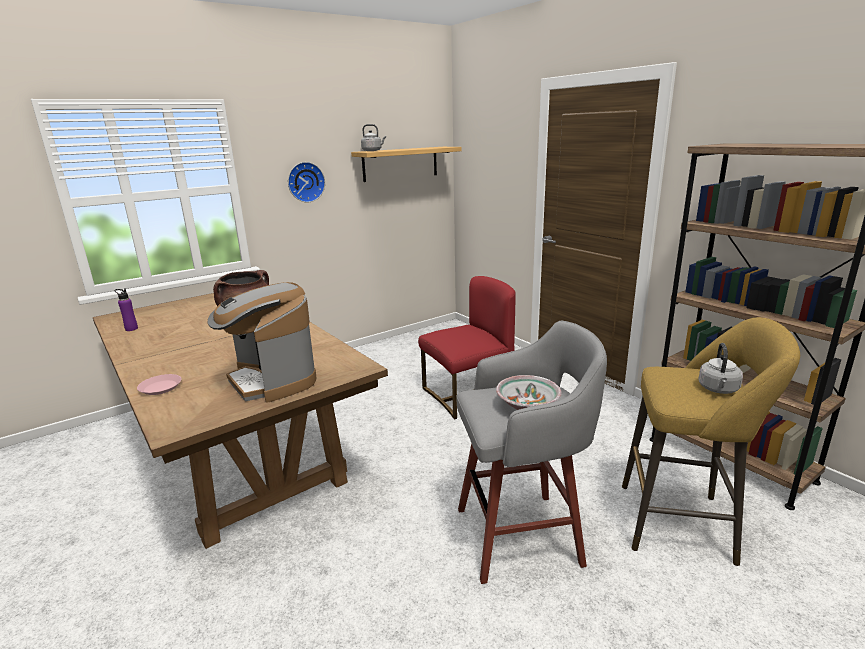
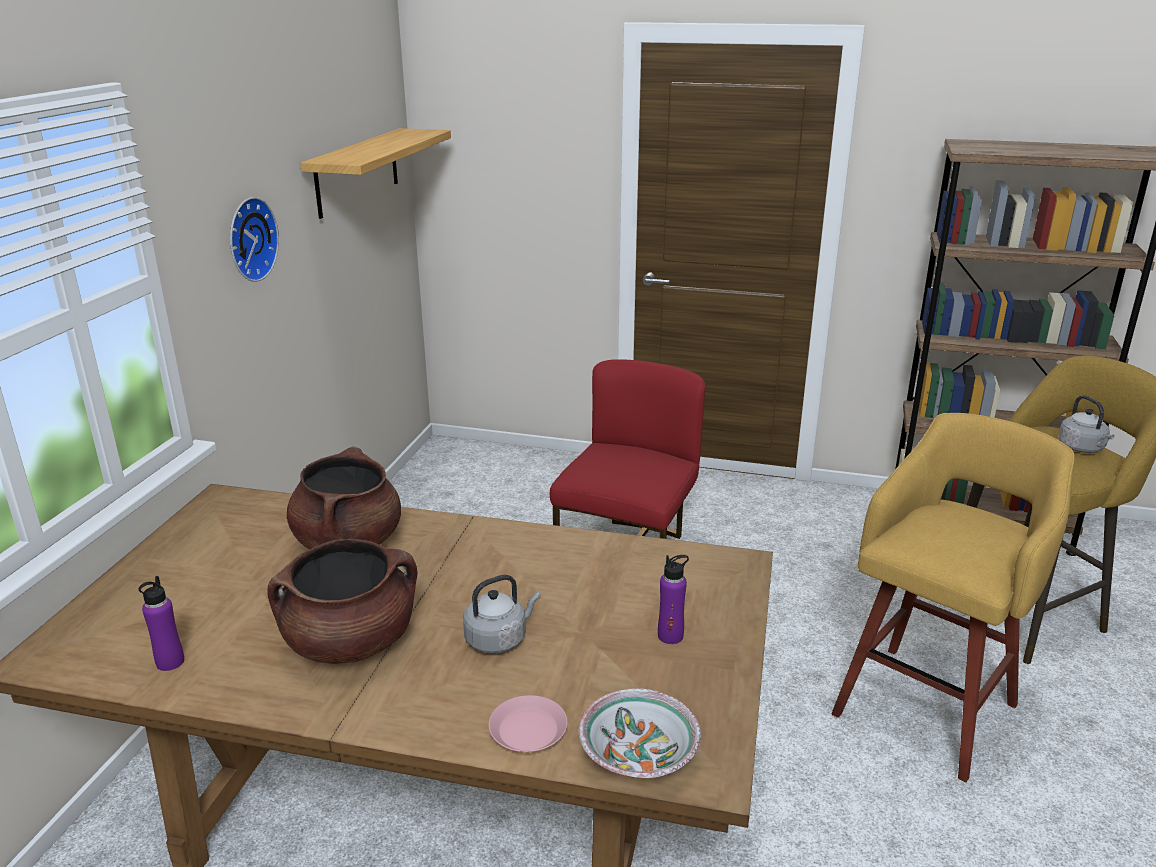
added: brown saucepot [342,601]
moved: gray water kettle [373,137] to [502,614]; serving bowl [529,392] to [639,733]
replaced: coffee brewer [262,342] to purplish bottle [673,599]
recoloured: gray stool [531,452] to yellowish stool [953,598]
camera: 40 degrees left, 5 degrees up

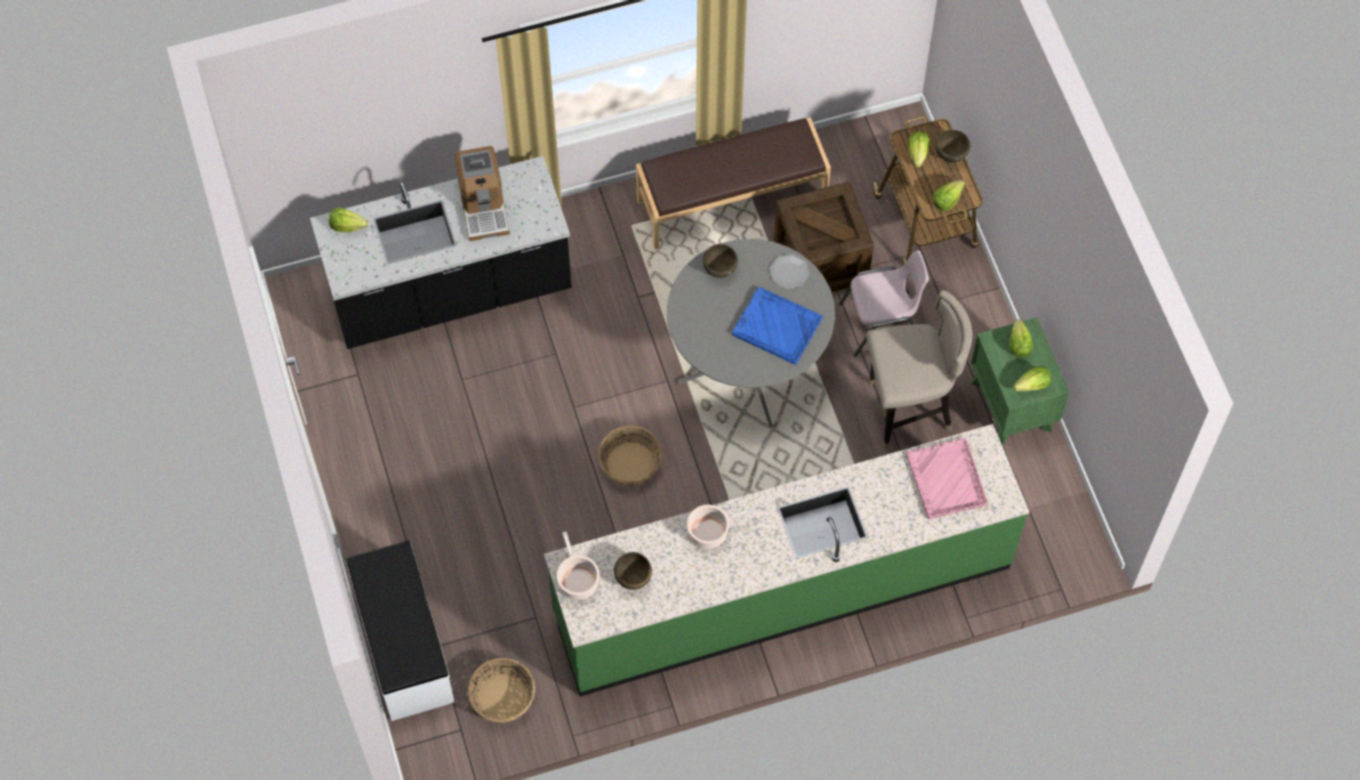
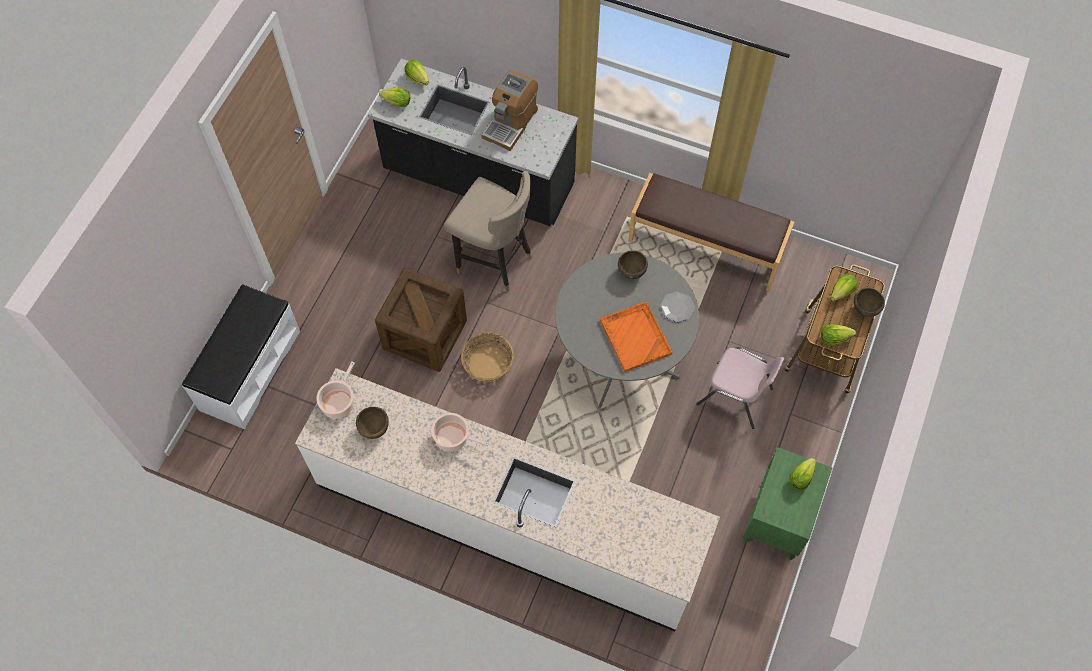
removed: storage basket [501,690]; pink tray [947,478]
moved: packing crate [824,237] to [421,320]; sand-coloured stool [919,369] to [488,231]; lettuce head [1032,378] to [395,97]
recoloured: greenish counter [787,560] to white counter [507,500]; bluish tray [777,326] to orange tray [636,337]
camera: 40 degrees right, 0 degrees up

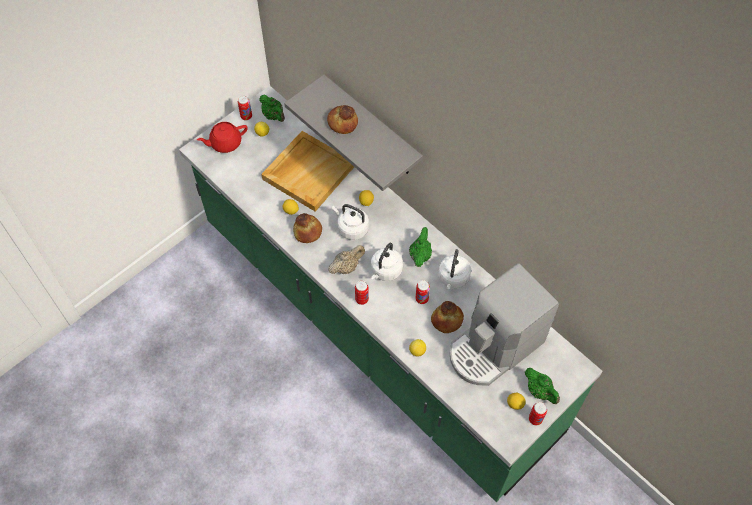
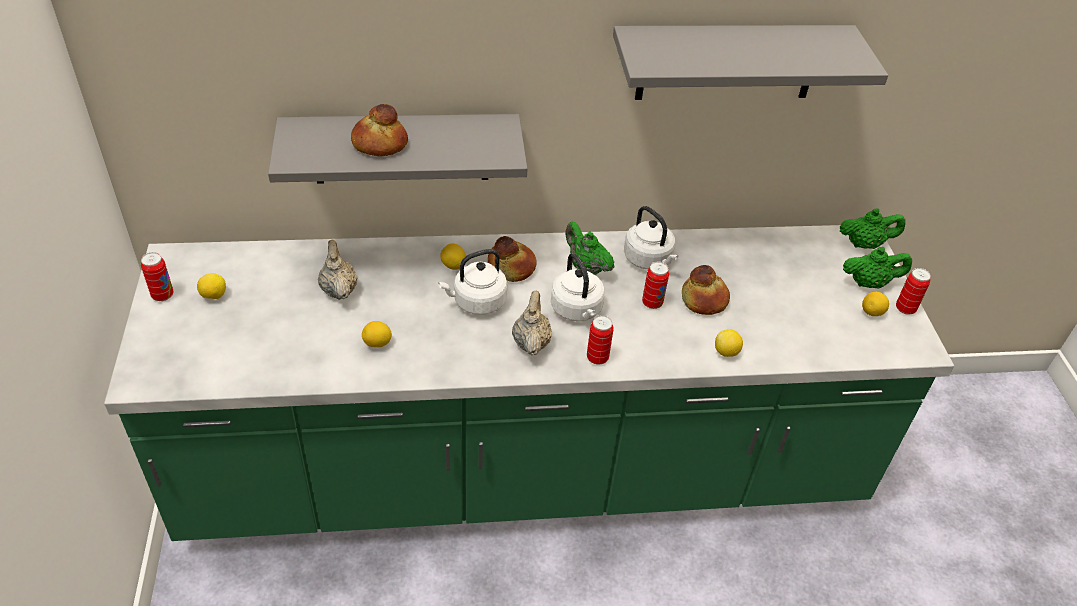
removed: red pot for tea [222,137]; coffee brewer [504,324]
added: gray shelf [750,62]
moved: greenish pot for tea [272,108] to [873,228]; bakery bread [307,228] to [512,259]
replaced: sand-coloured tray [307,171] to sand-coloured pot for tea [337,270]
camera: 55 degrees left, 15 degrees down

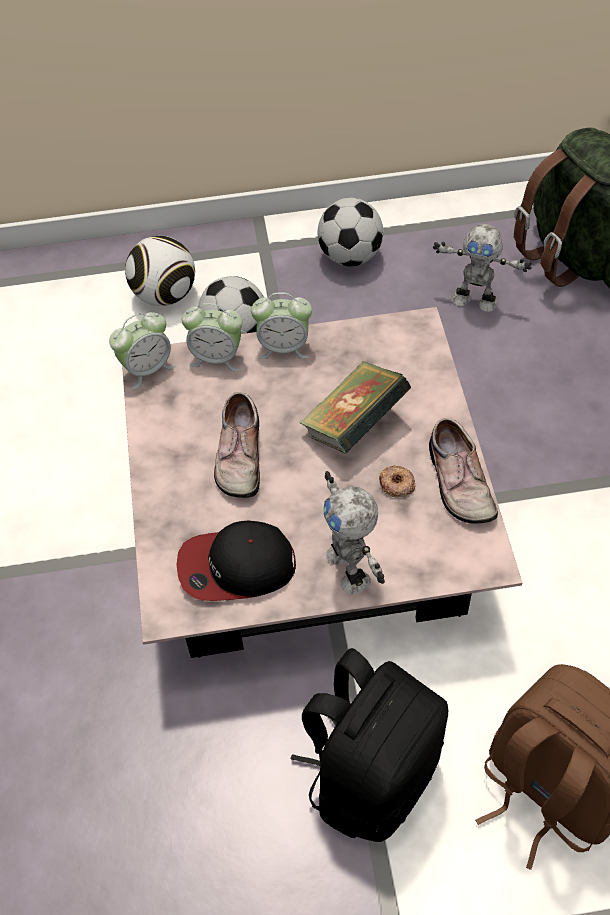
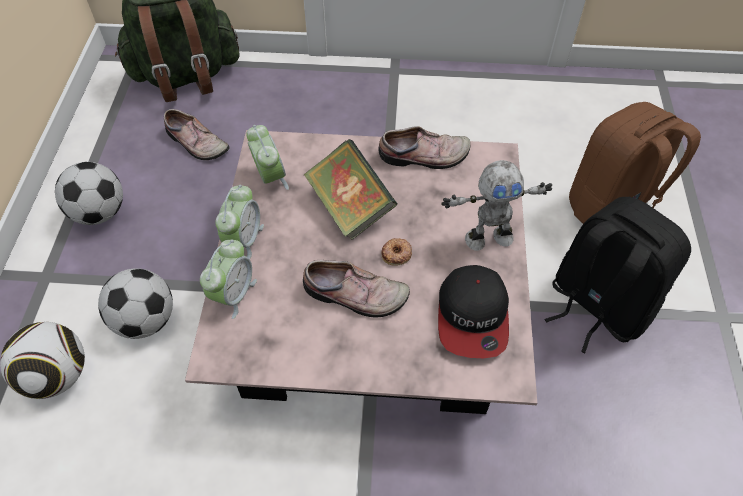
moved: alarm clock [142,350] to [267,157]; ring doughnut [397,481] to [397,252]
replaced: robot figure [482,268] to item of footwear [197,134]
camera: 80 degrees left, 0 degrees up

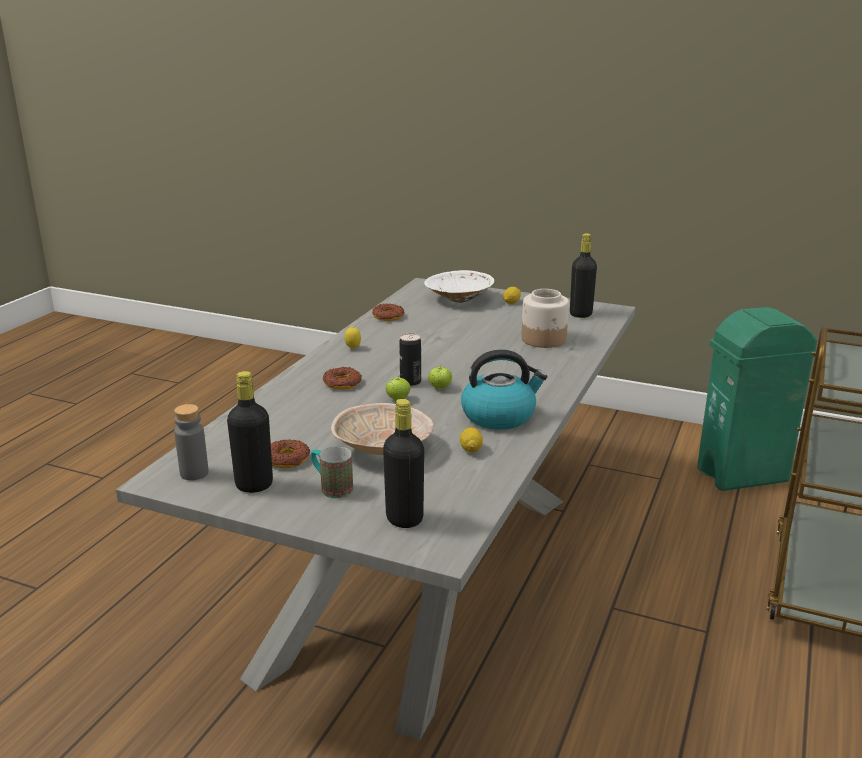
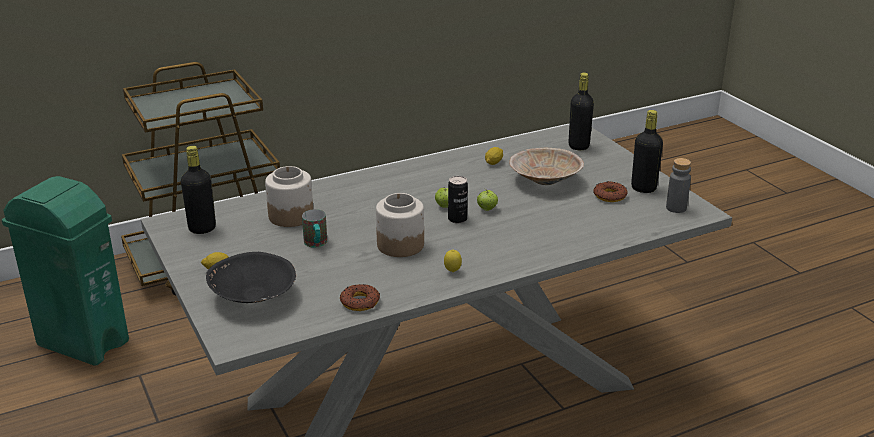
removed: ring doughnut [342,378]; water kettle [504,390]
added: storage jar [400,225]
moved: coffee mug [332,472] to [314,228]
recoloured: white serving bowl [459,286] to blackish serving bowl [251,277]
camera: 140 degrees left, 5 degrees up

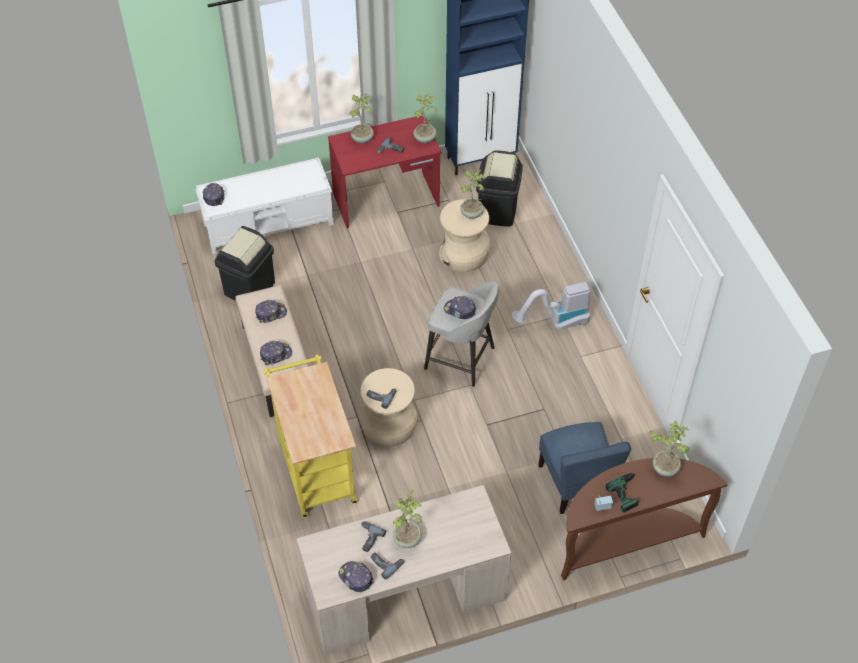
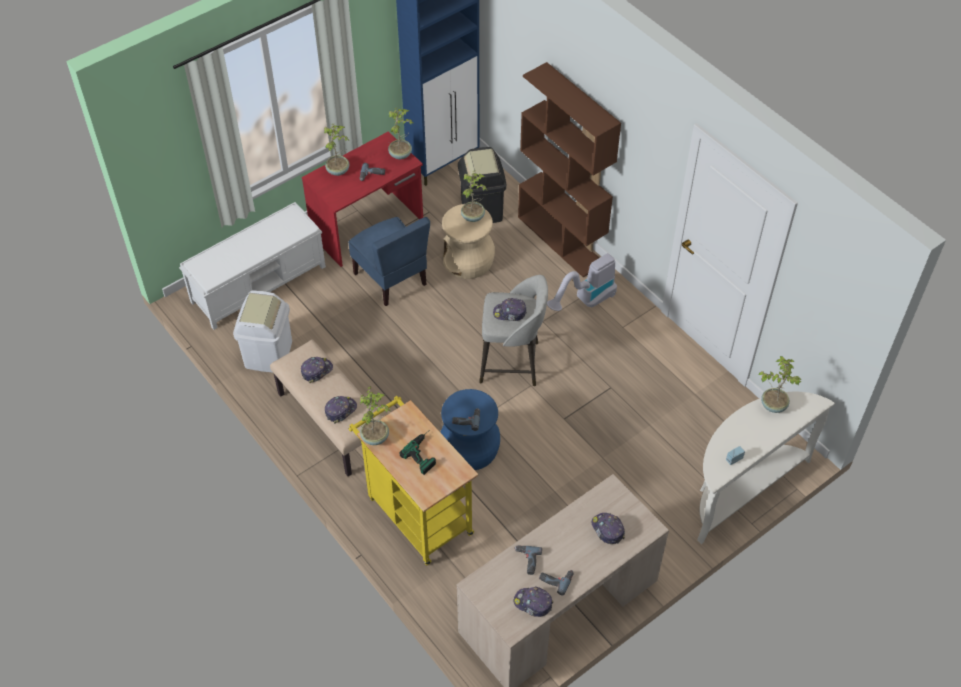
added: brown bookcase [569,170]
moved: cap [213,194] to [608,528]; houseplant [407,519] to [375,416]; bluish chair [584,468] to [389,261]; drill [623,492] to [417,454]
recoloured: blackish waste bin [245,263] to white waste bin [262,331]; sand-coloured stool [389,407] to bluish stool [470,429]; brown console table [644,519] to white console table [766,468]
camera: 20 degrees left, 0 degrees up

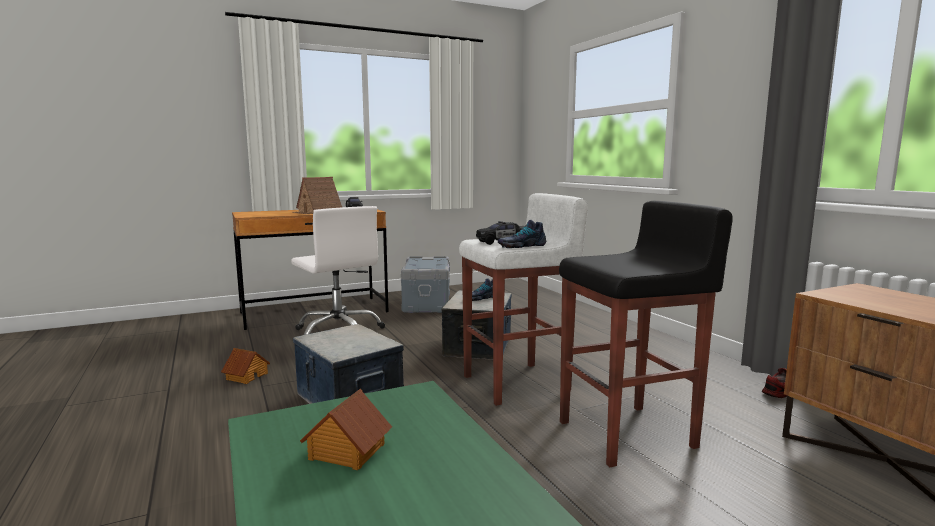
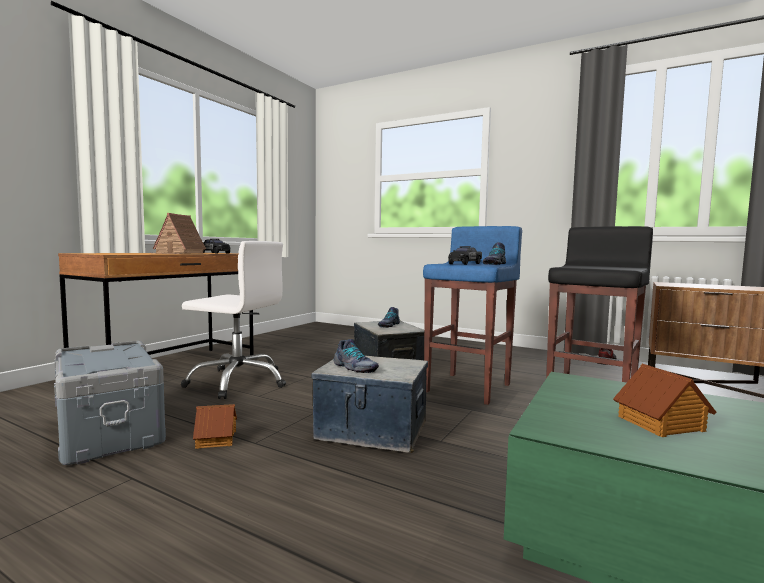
added: item of footwear [356,356]
moved: gray storage container [425,284] to [110,403]
recoloured: white stool [523,299] to bluish stool [472,315]
camera: 35 degrees left, 5 degrees down

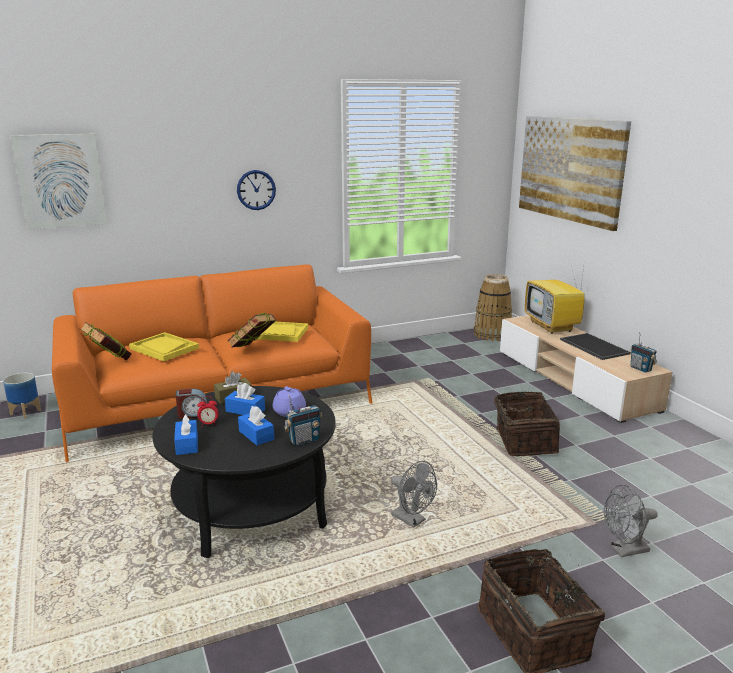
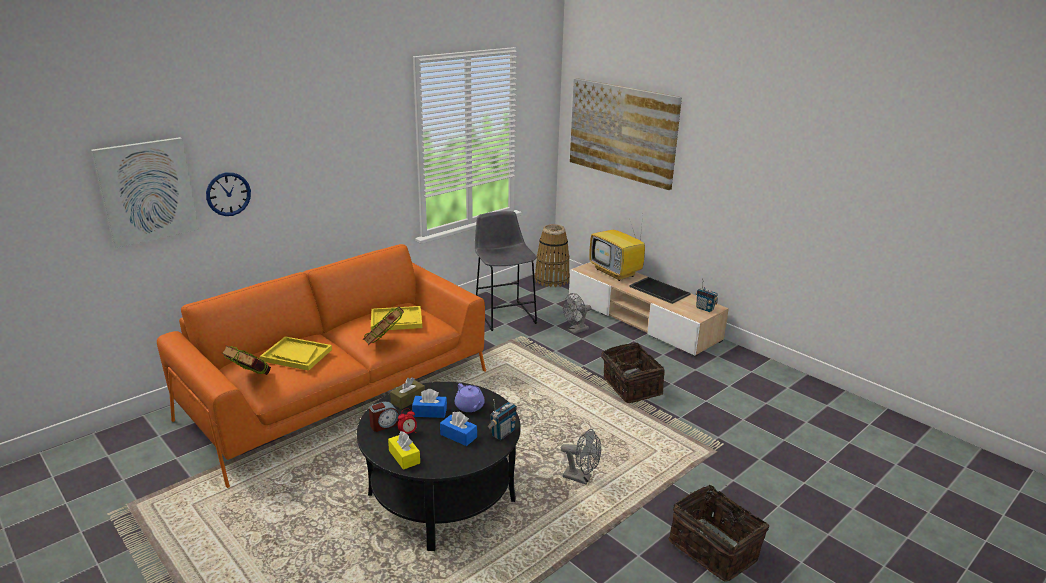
removed: flower pot [22,396]
added: gray stool [506,271]
moved: hanging clock [256,190] to [228,194]; gray electric fan [631,520] to [577,313]
recoloured: bluish tissue holder [186,434] to yellowish tissue holder [404,450]
camera: 20 degrees left, 5 degrees up

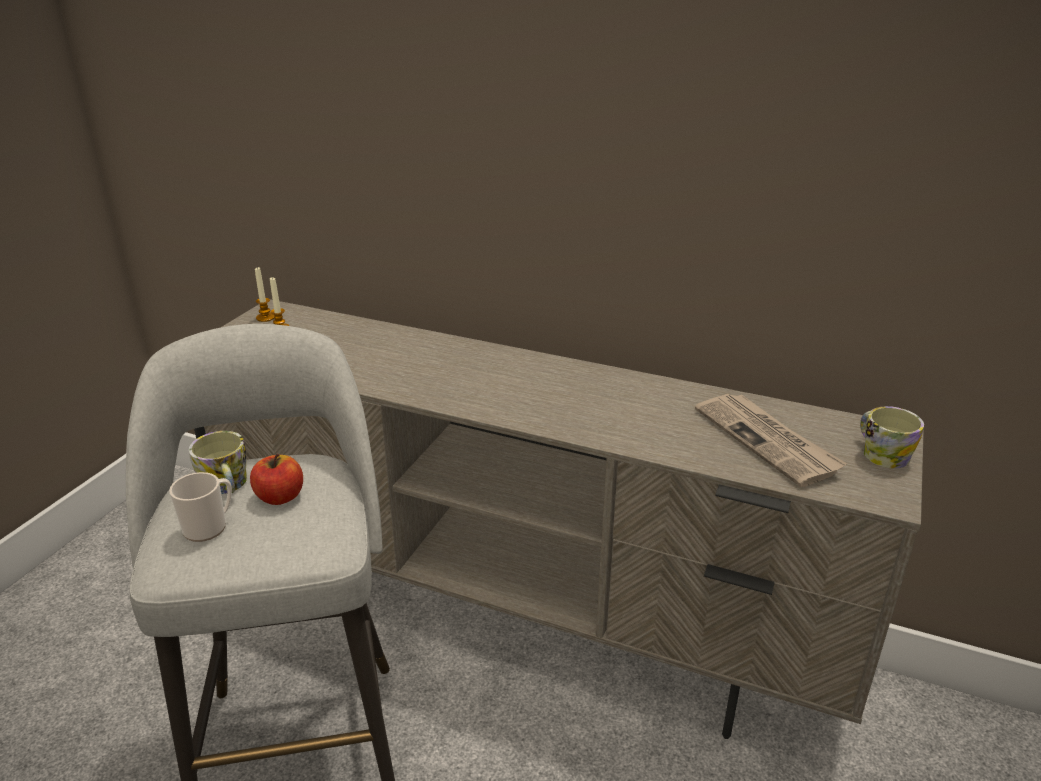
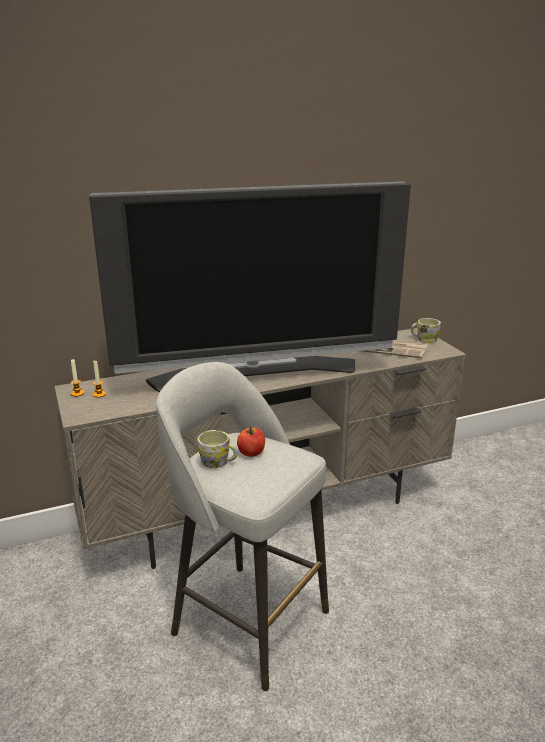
removed: coffee mug [200,507]
added: TV set [250,286]
camera: 45 degrees left, 5 degrees down

